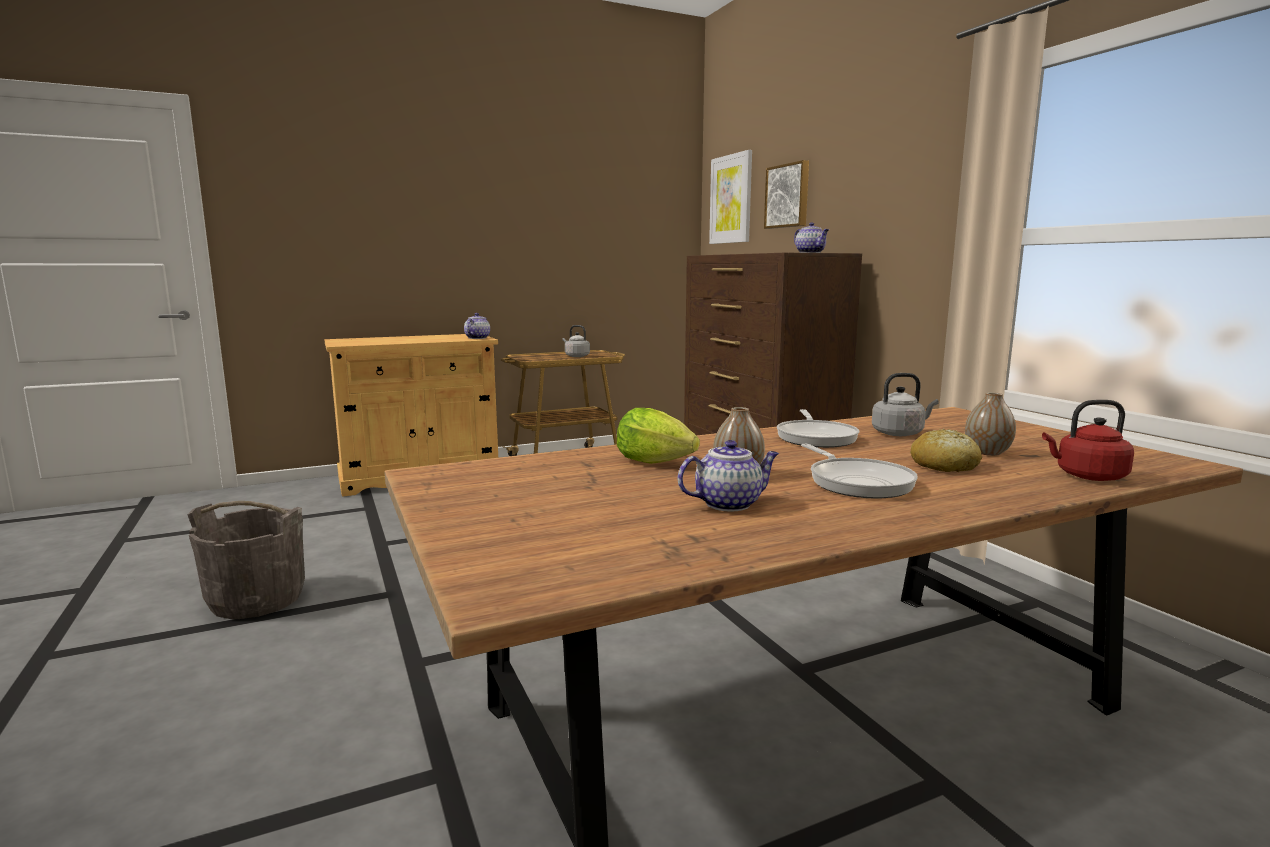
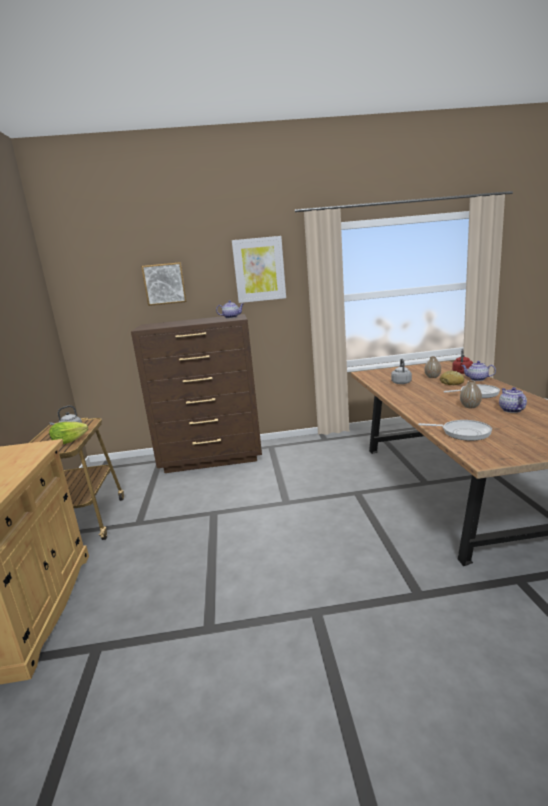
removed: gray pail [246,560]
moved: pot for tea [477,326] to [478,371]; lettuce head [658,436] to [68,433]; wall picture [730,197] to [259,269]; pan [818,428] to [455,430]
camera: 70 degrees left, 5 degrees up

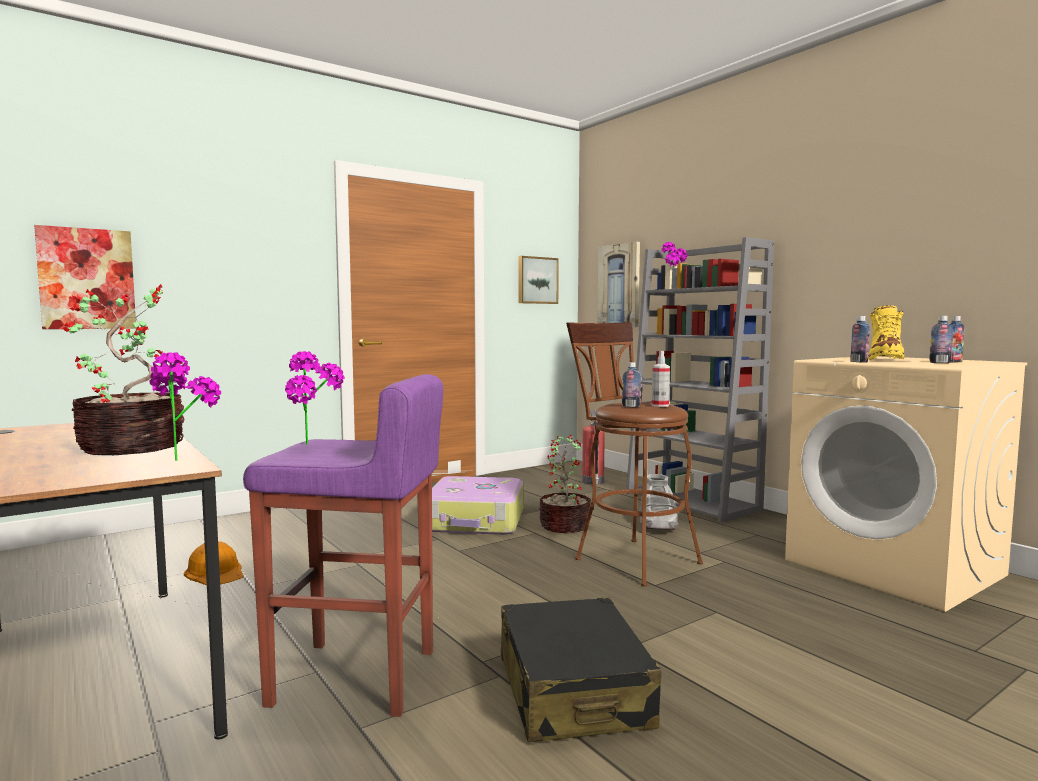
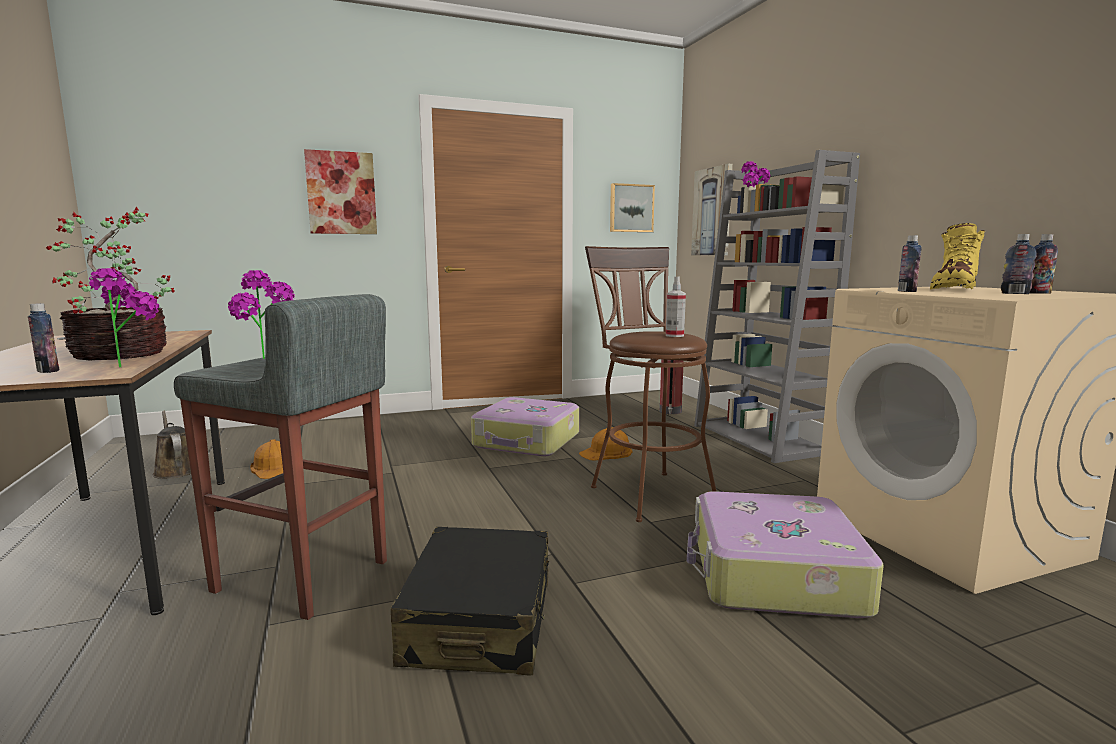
removed: gray high-top boot [659,502]
added: brown watering pot [172,445]; suitcase [785,554]
moved: wall picture [85,277] to [340,191]; bottle [632,384] to [43,338]
replaced: houseplant [565,484] to orange work helmet [605,444]
recoloured: purplish stool [343,545] to gray stool [280,457]
camera: 15 degrees right, 5 degrees up

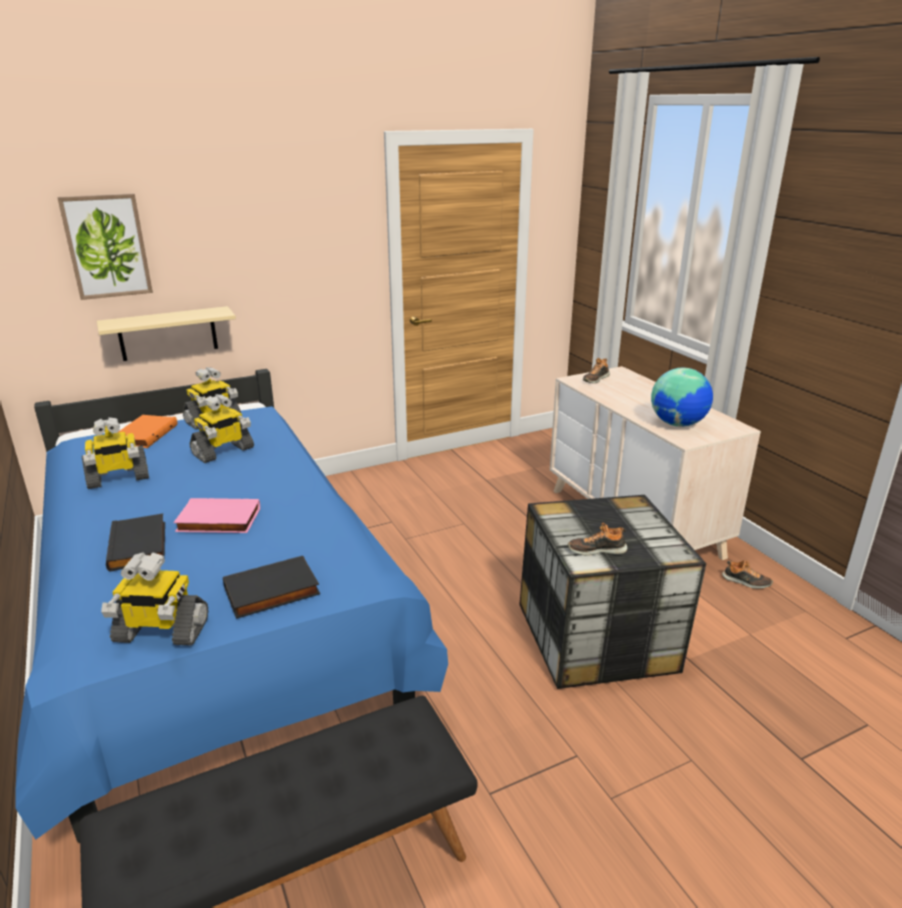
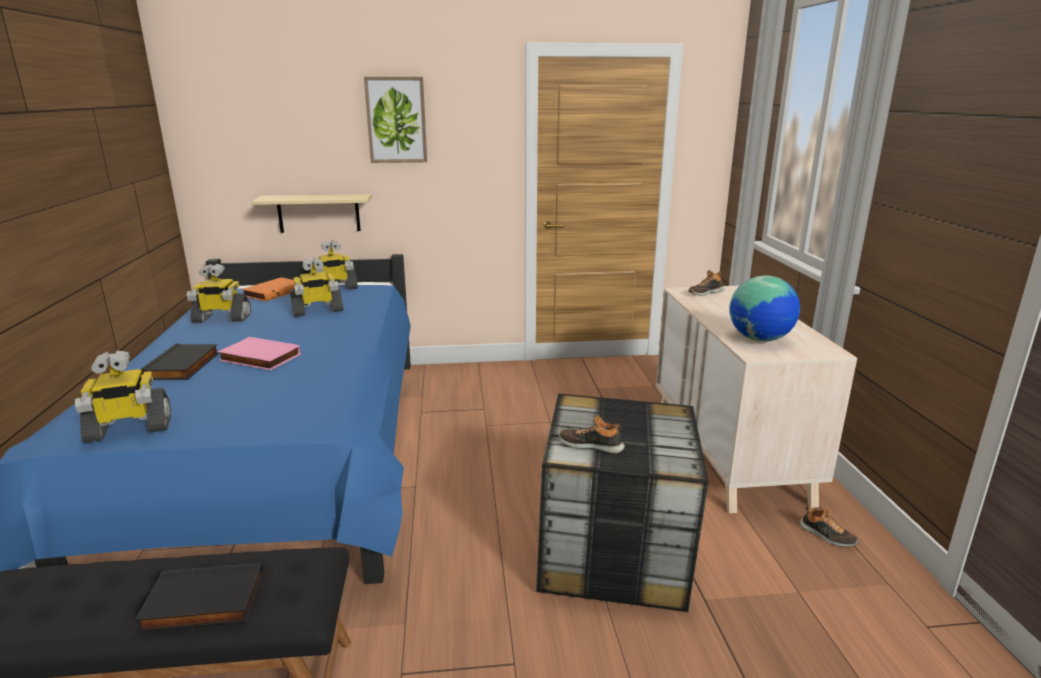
moved: wall picture [105,246] to [395,120]; blackish book [271,587] to [199,597]
turned: robot figure [154,599] = [123,396] 45 degrees counterclockwise
camera: 20 degrees right, 5 degrees down

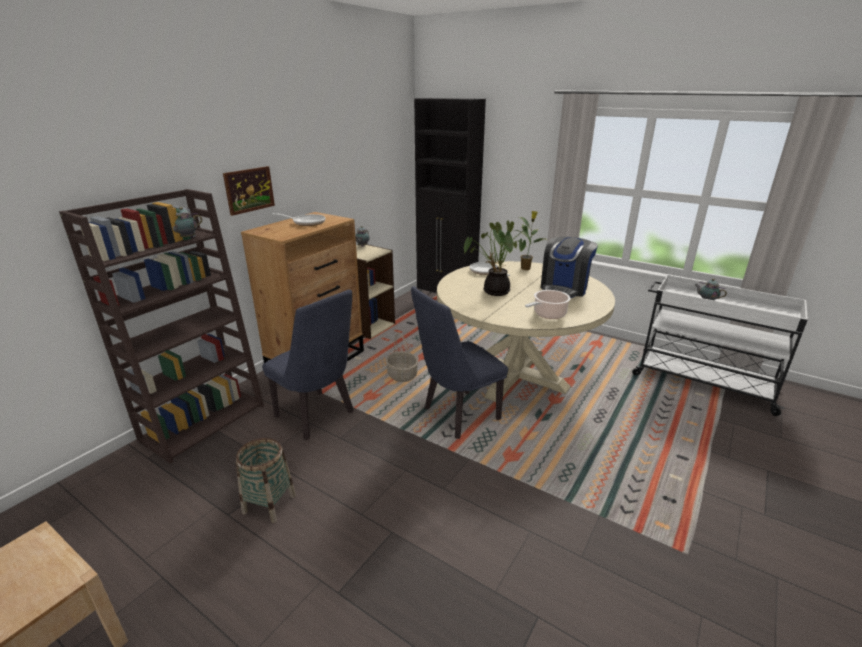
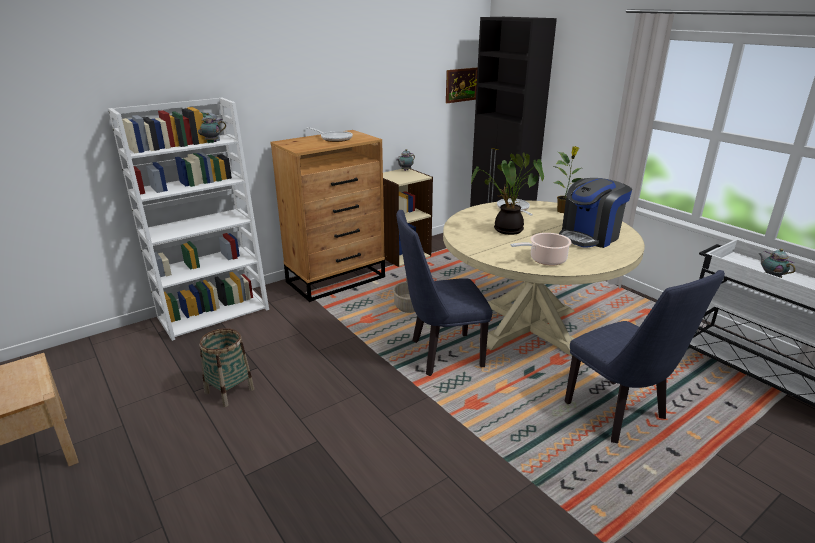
moved: wall picture [249,191] to [462,85]; bluish chair [308,365] to [645,356]
recoloured: brown bookcase [161,326] to white bookcase [188,219]
camera: 20 degrees right, 0 degrees up

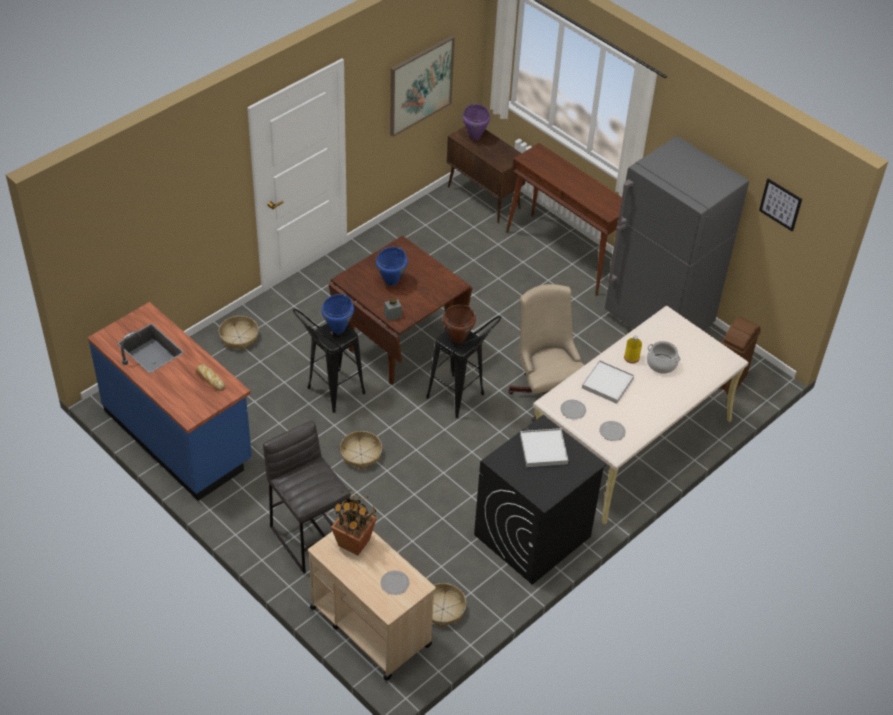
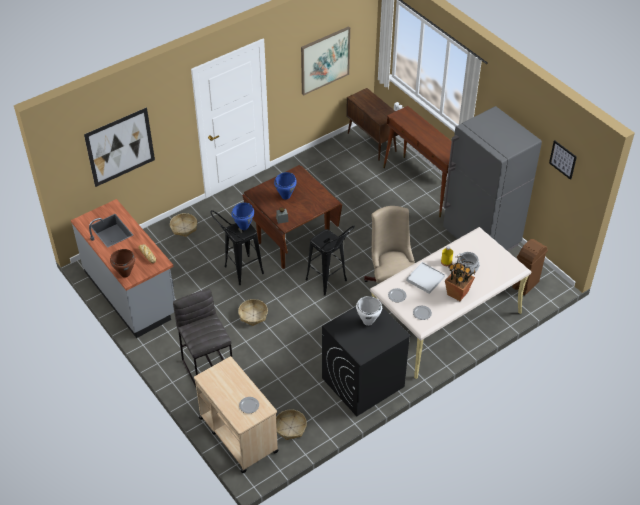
removed: purplish saucepot [476,122]
added: wall picture [119,147]
moved: houseplant [354,522] to [460,278]; brown saucepot [459,324] to [122,263]
replaced: white tray [544,447] to white saucepot [369,311]
recoloured: bluish counter [170,401] to gray counter [123,268]
camera: 10 degrees right, 0 degrees up

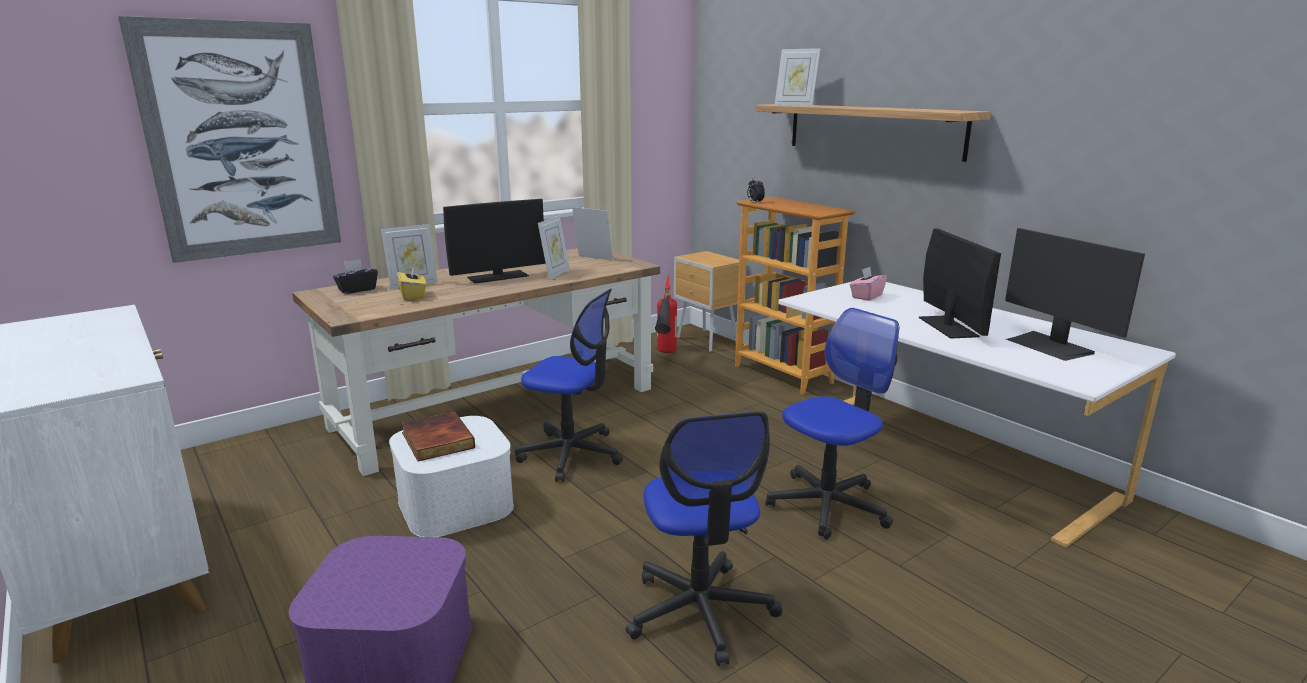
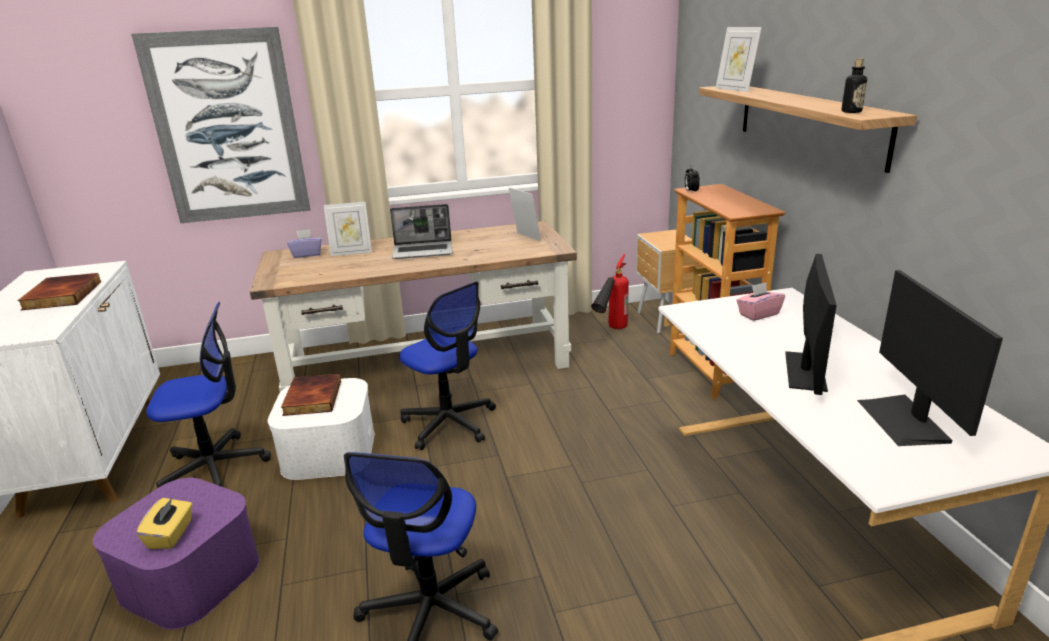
removed: picture frame [554,247]
added: book [59,291]; bottle [854,85]
moved: yellowish tissue holder [411,283] to [164,523]; desk chair [832,424] to [208,395]
replaced: computer screen [494,241] to portable computer [421,231]
recoloured: blackish tissue holder [355,276] to purplish tissue holder [304,243]
camera: 25 degrees right, 5 degrees up

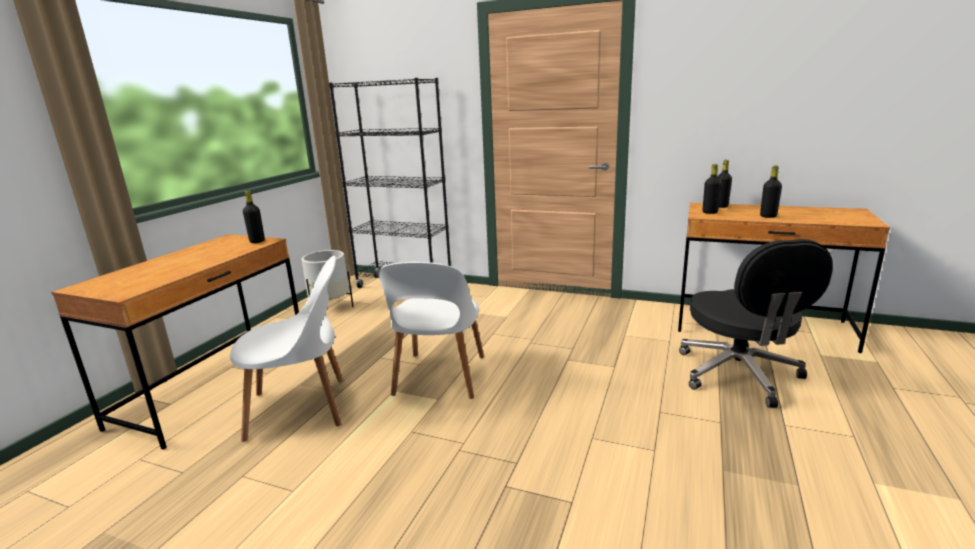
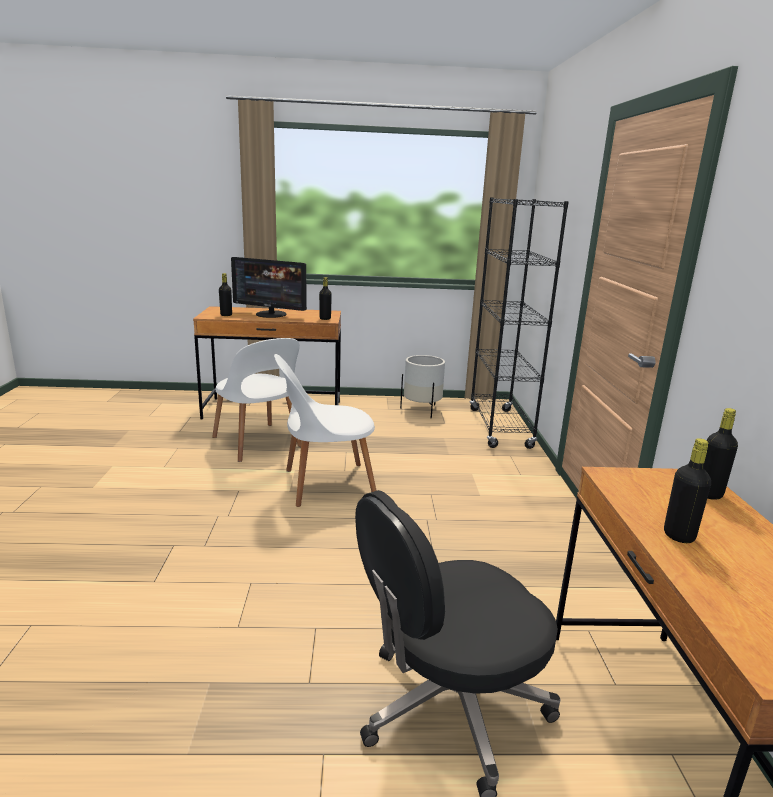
added: computer screen [269,287]
moved: blackish bottle [712,189] to [225,294]
camera: 65 degrees right, 0 degrees up

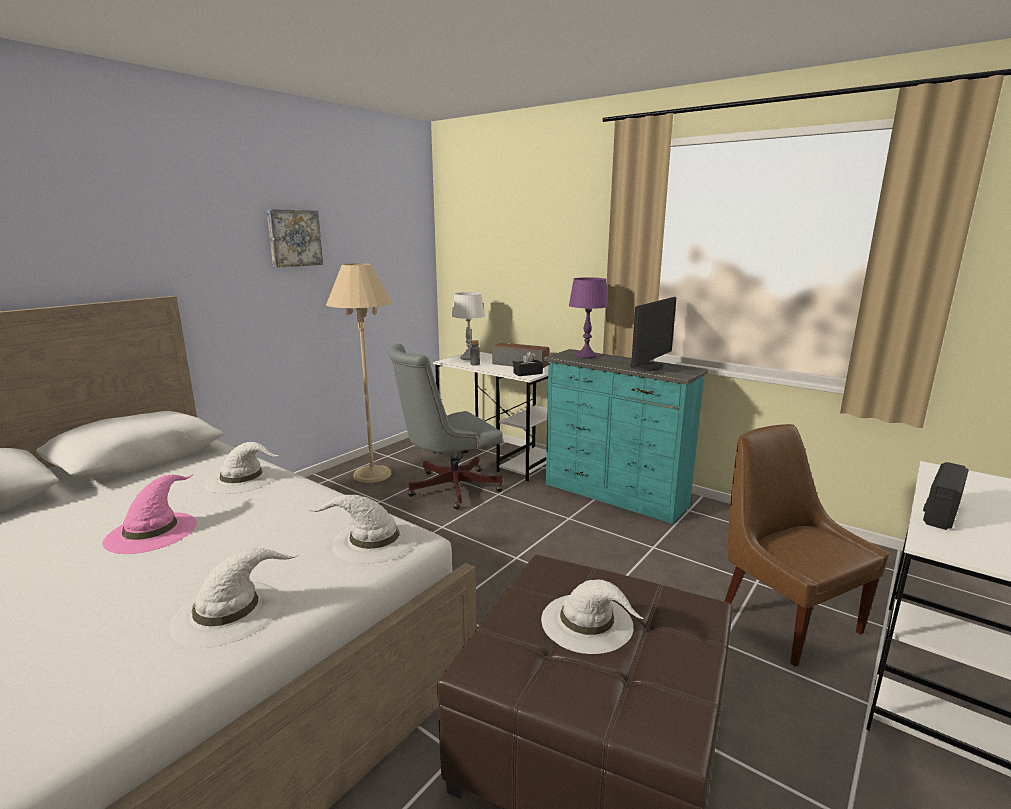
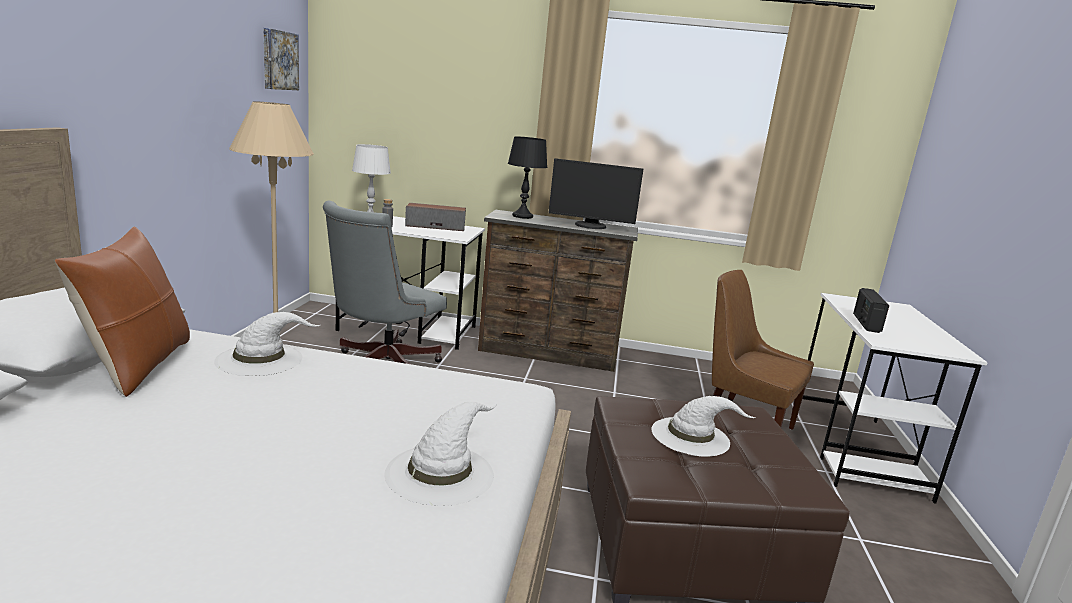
removed: pink wearable hat [150,514]; white wearable hat [363,529]; blackish tissue holder [528,364]
added: brown pillow [122,312]
moved: wall picture [295,238] to [281,59]
recoloured: turquoise drawer chest [626,436] to brown drawer chest [558,291]; purplish table lamp [589,318] to blackish table lamp [527,177]
turned: computer screen [653,334] = [595,193] 90 degrees clockwise
camera: 30 degrees left, 0 degrees up

